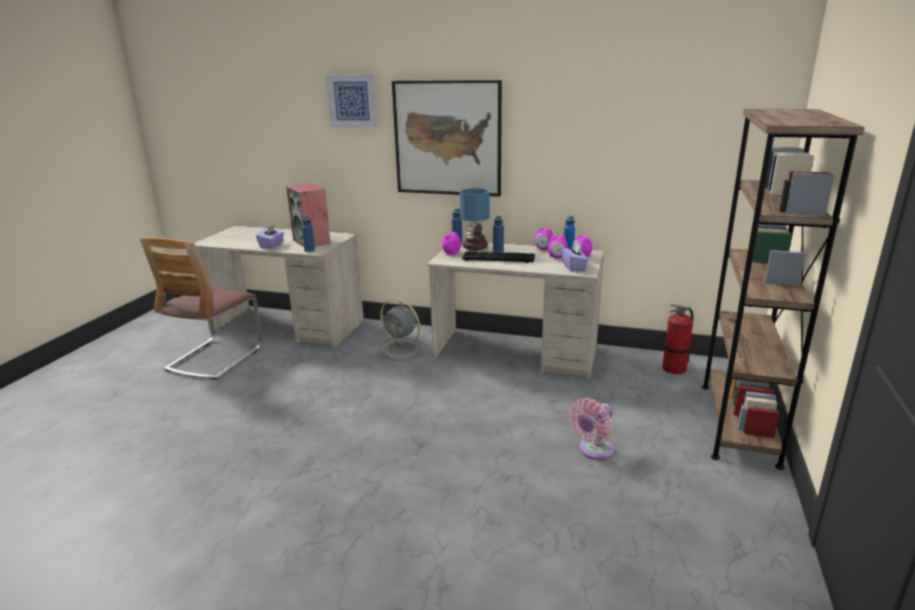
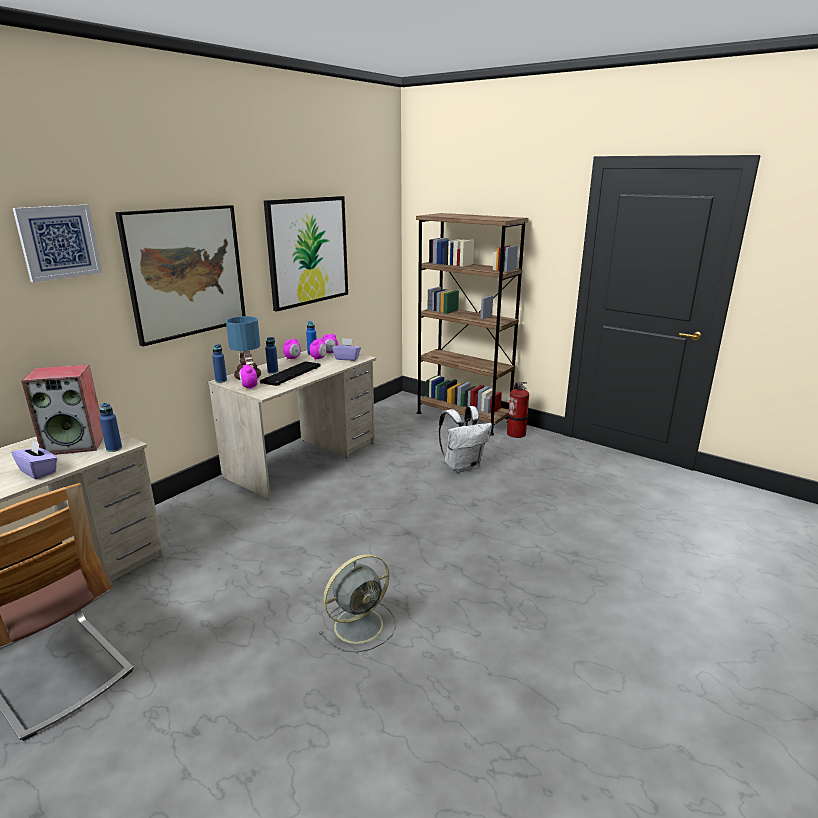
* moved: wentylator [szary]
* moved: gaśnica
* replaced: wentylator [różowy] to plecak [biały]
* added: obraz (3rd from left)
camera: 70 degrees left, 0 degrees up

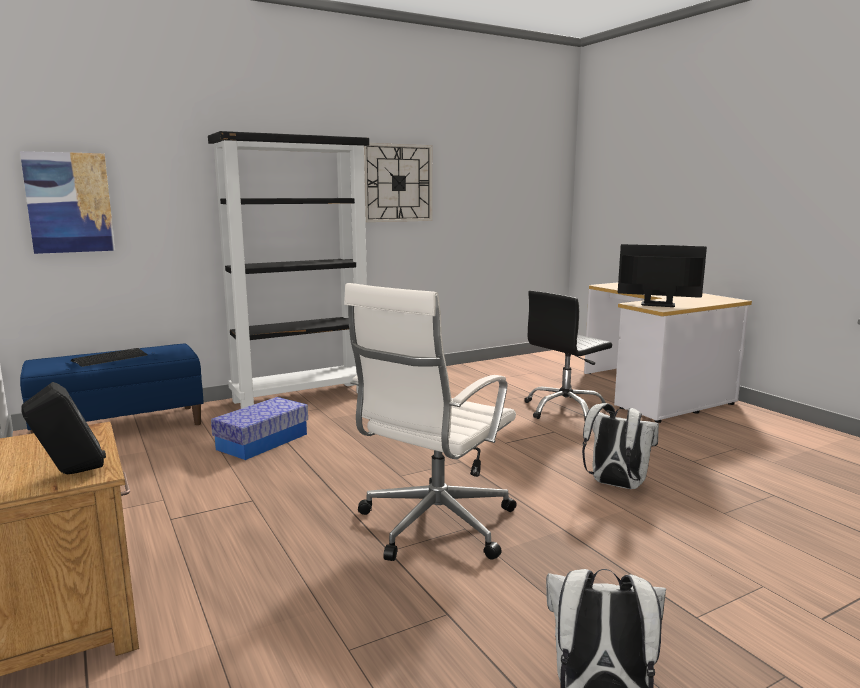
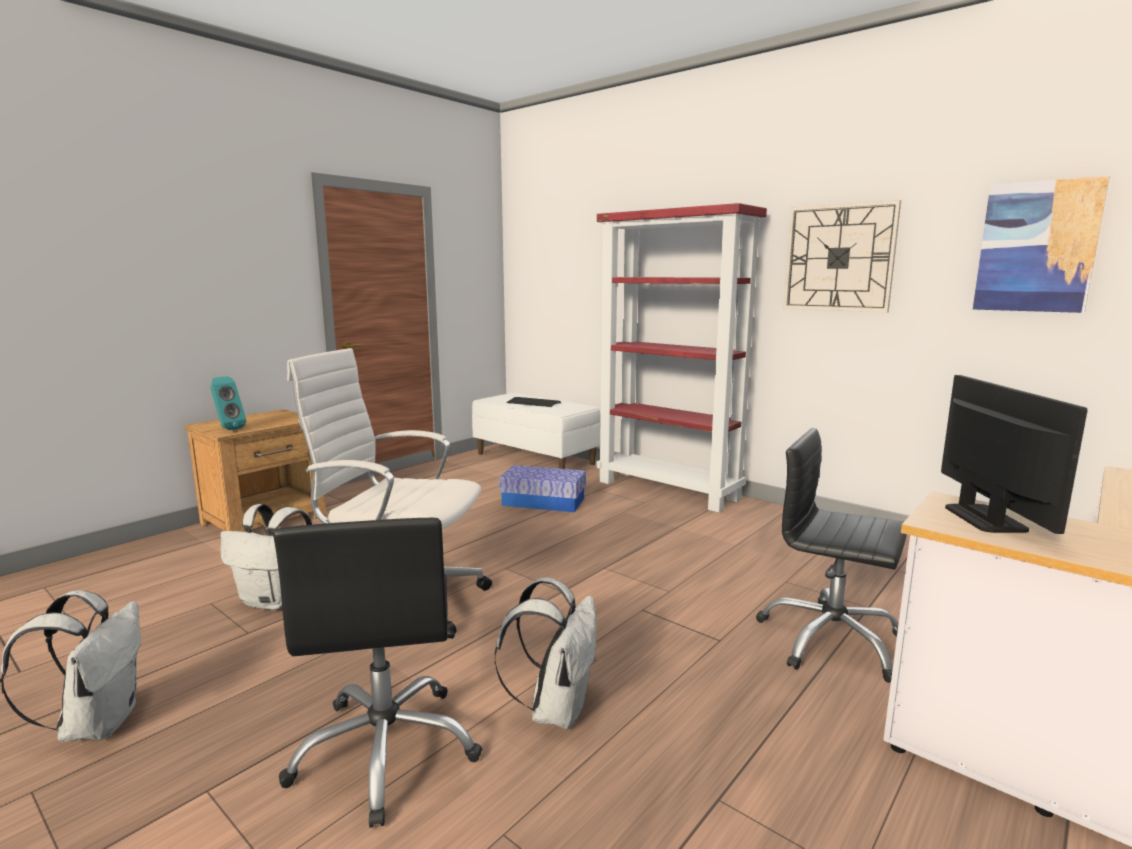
* recoloured: regał [czarny] to regał [czerwony]
* moved: obraz
* recoloured: ławka [niebieski] to ławka [biały]
* recoloured: głośnik [czarny] to głośnik [turkusowy]
* added: plecak [biały] (2nd from left)
* added: krzesło biurowe [czarny] (1st from left)
camera: 70 degrees right, 0 degrees up

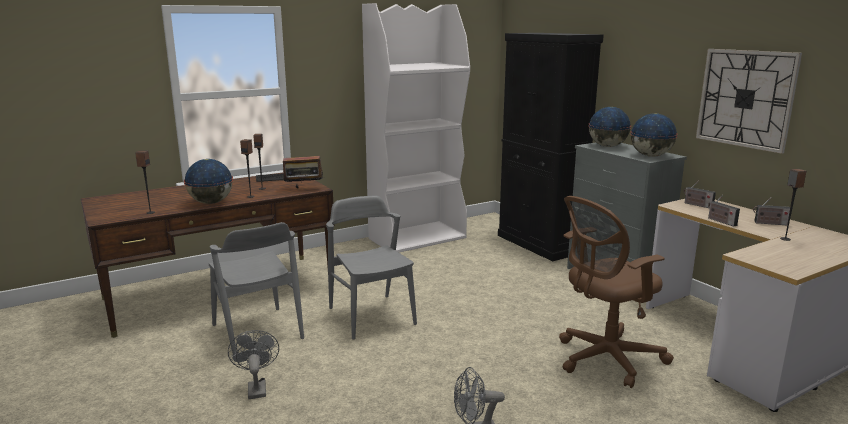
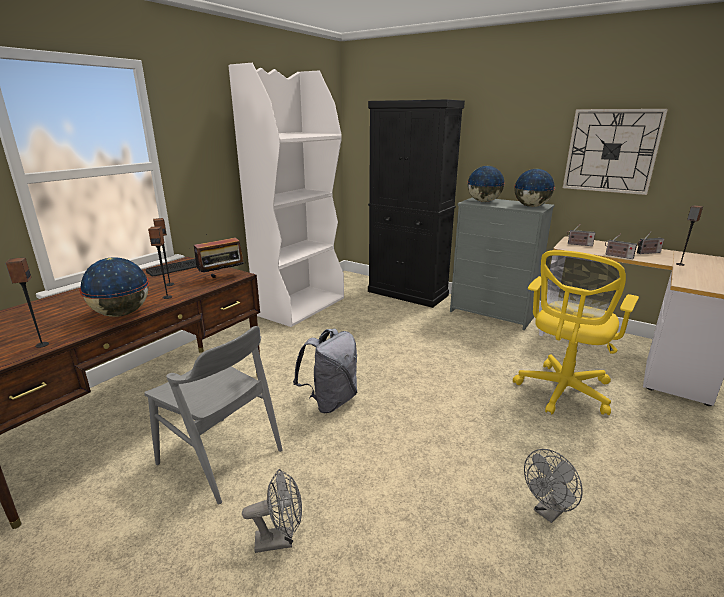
* replaced: krzesło [szary] (2nd from left) to plecak [szary]
* recoloured: krzesło biurowe [brązowy] to krzesło biurowe [żółty]
* turned: wentylator [szary] (1st from left) 120 degrees clockwise
camera: 25 degrees left, 5 degrees up

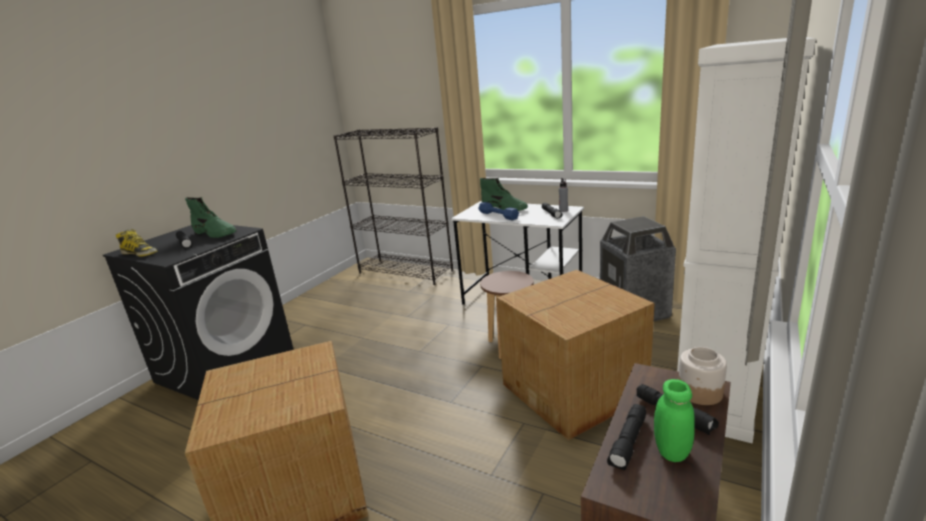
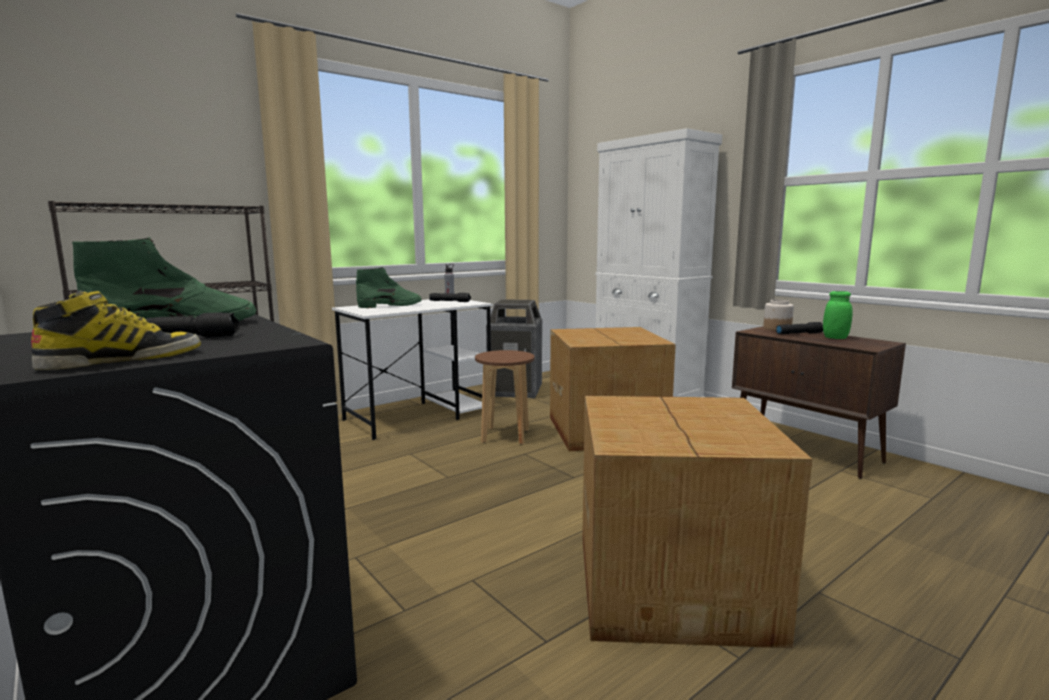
* removed: hantel [niebieski]
* removed: latarka [czarny] (3rd from left)
camera: 70 degrees left, 10 degrees down

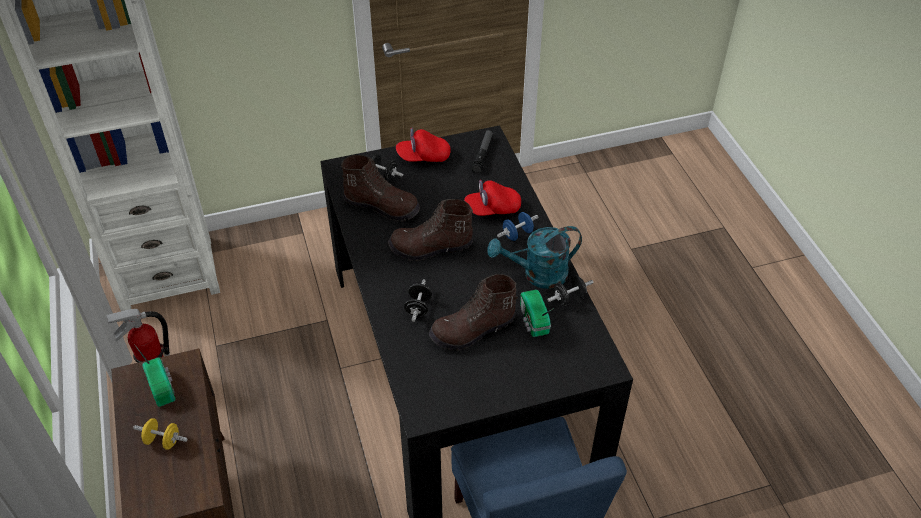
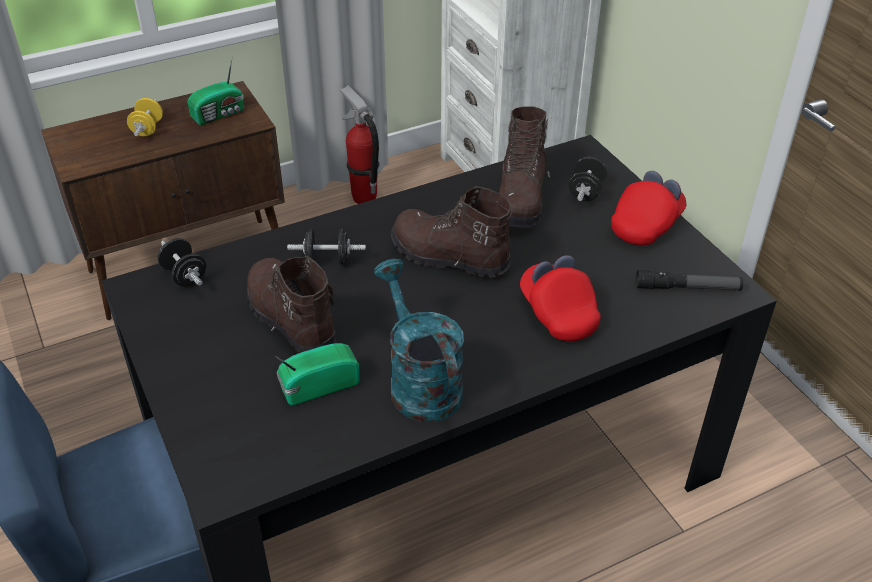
* turned: czapka z daszkiem [czerwony] (1st from left in the first image) 60 degrees clockwise
* turned: but z cholewką [brązowy] (2nd from left) 45 degrees counterclockwise
* removed: hantel [niebieski]
* moved: hantel [czarny] (3rd from left in the first image) to hantel [czarny] (1st from left)
camera: 80 degrees right, 5 degrees down

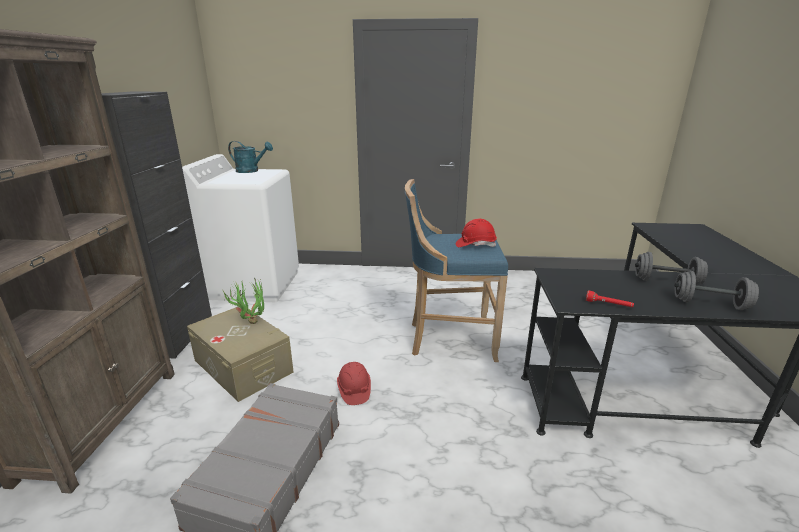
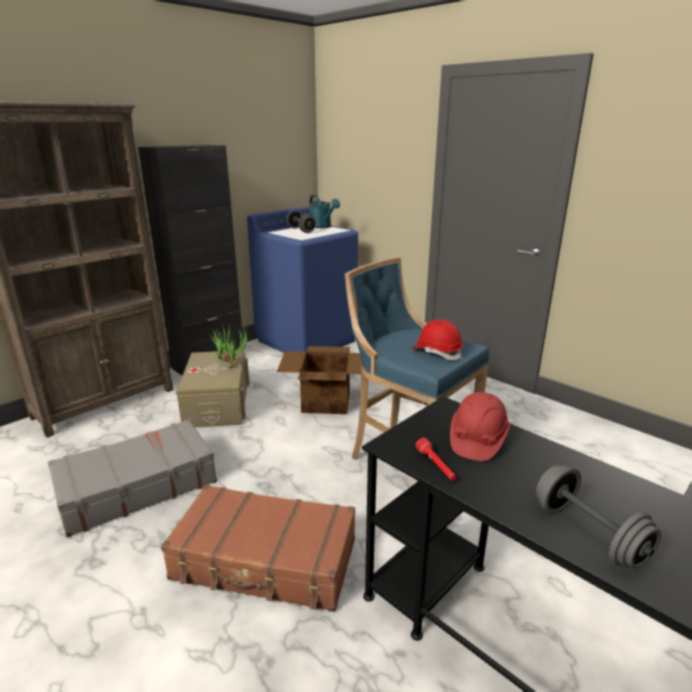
* recoloured: pralka [biały] to pralka [niebieski]
* moved: hantel [szary] (1st from left)
* moved: kask [czerwony] (1st from left in the first image) to kask [czerwony] (2nd from left)
* added: karton
* added: walizka [brązowy]
camera: 40 degrees right, 0 degrees up

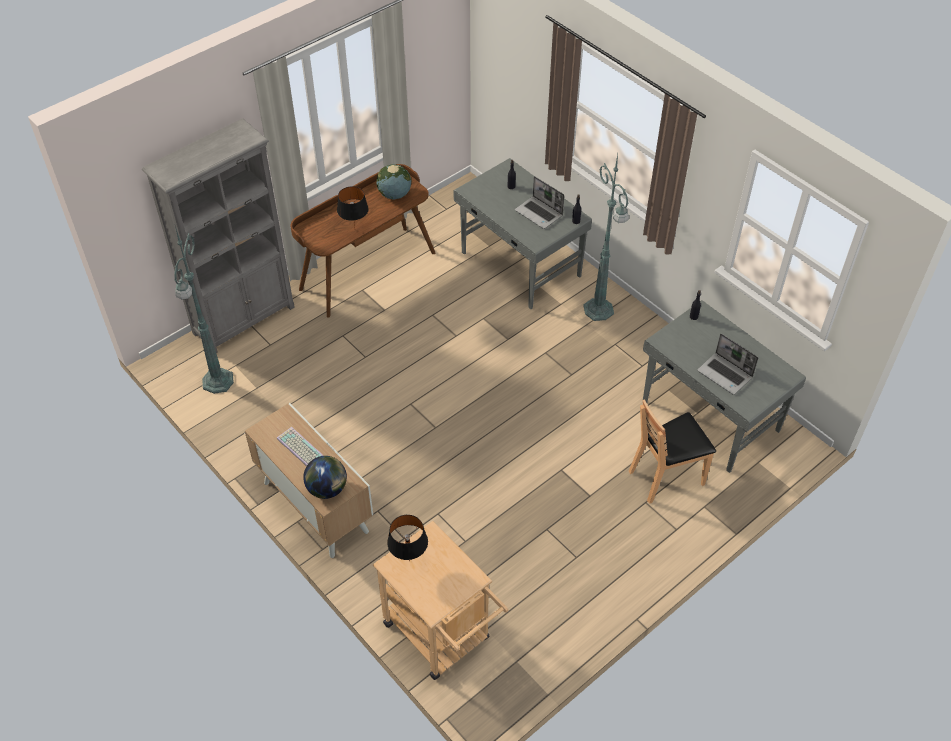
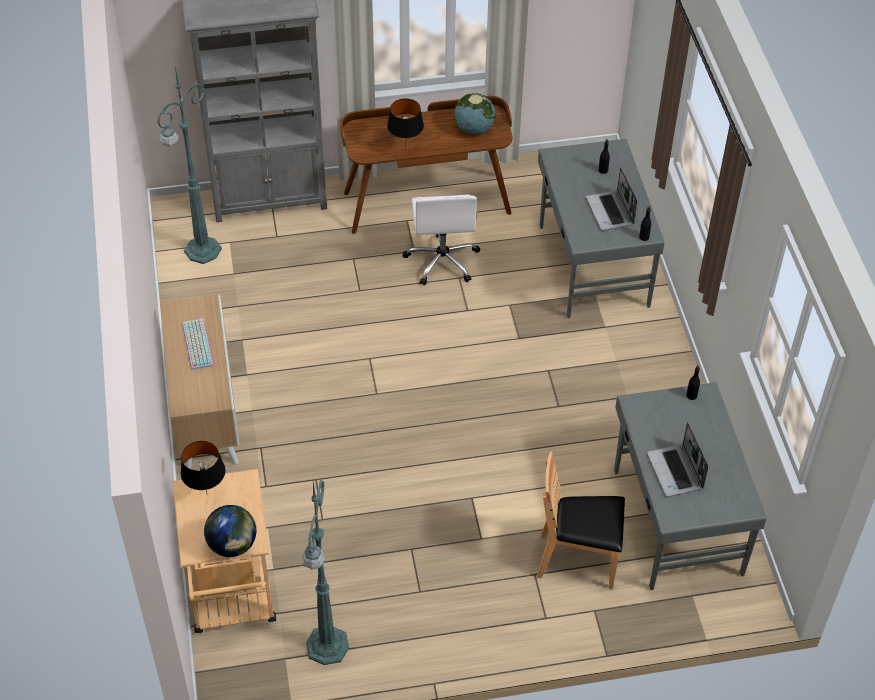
* moved: lampa stojąca [zielony] (2nd from left)
* moved: globus (1st from left)
* added: krzesło biurowe [biały]
camera: 30 degrees right, 0 degrees up

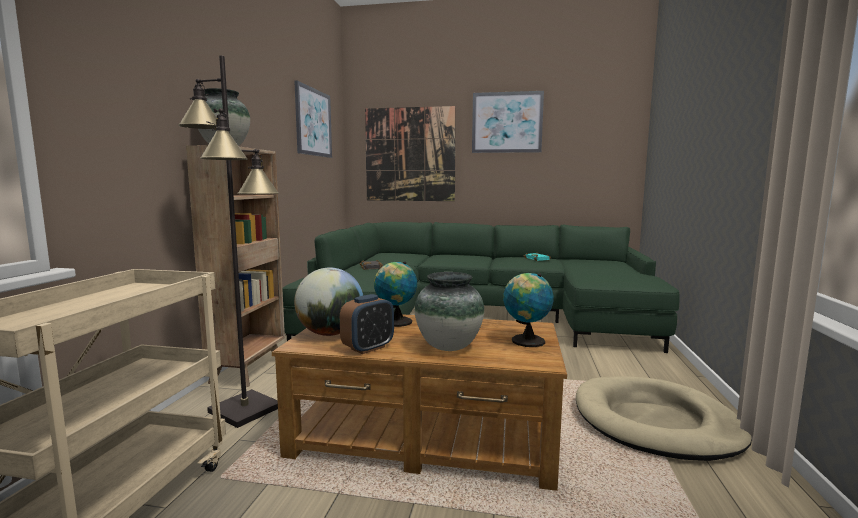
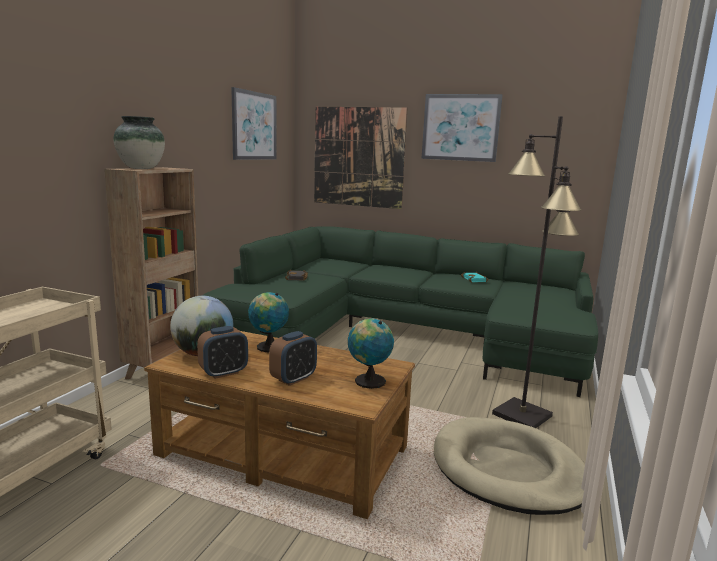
* moved: lampa stojąca [czarny]
* replaced: wazon (2nd from left) to budzik (2nd from left)
camera: 10 degrees right, 5 degrees up

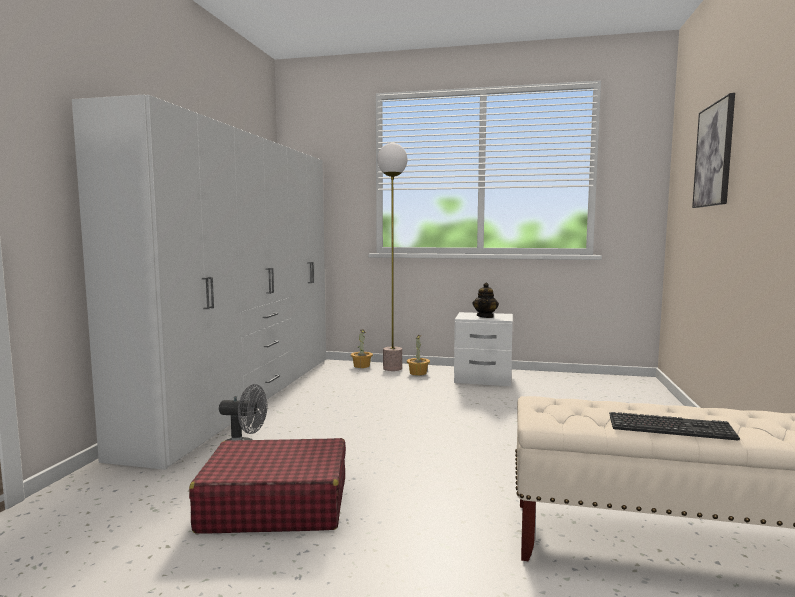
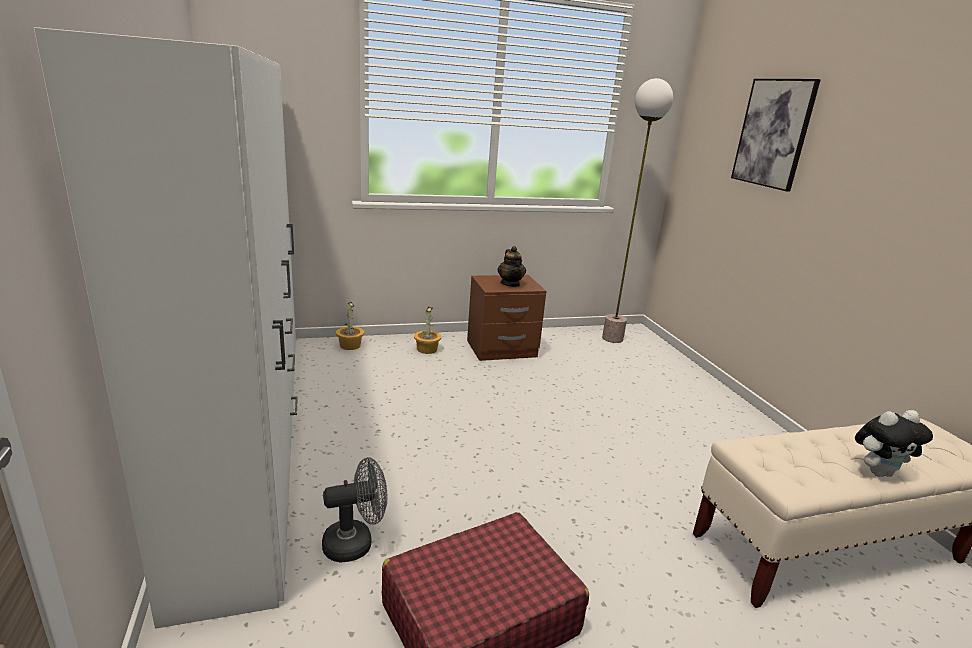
* moved: lampa stojąca
* recoloured: szafka nocna [biały] to szafka nocna [brązowy]
* replaced: klawiatura to pluszak
camera: 30 degrees left, 15 degrees up

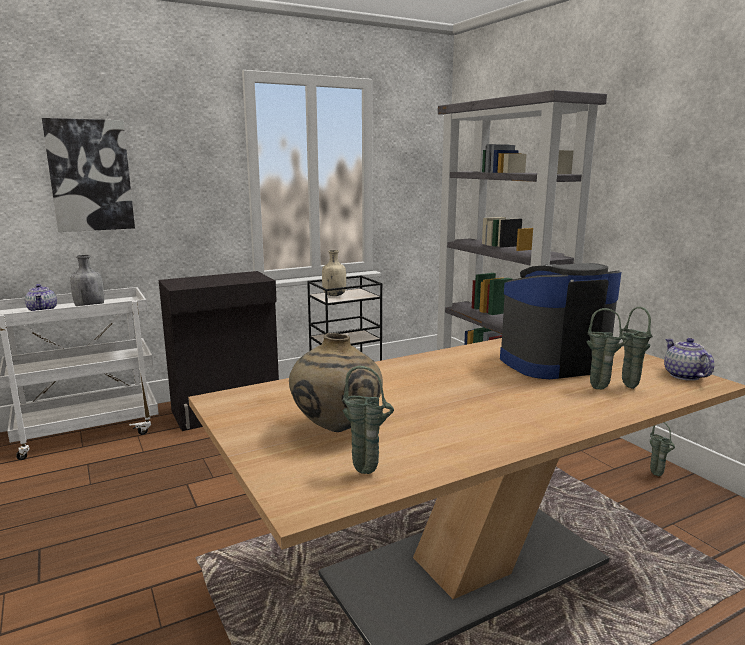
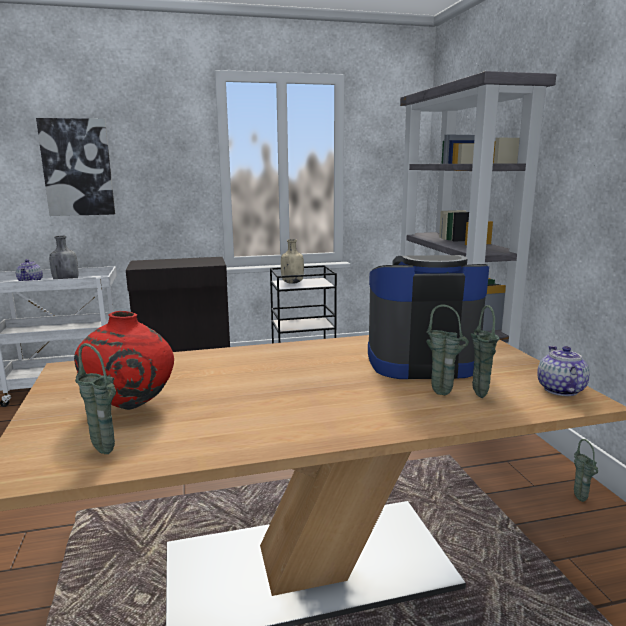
* recoloured: wazon [beżowy] to wazon [czerwony]
camera: 15 degrees right, 0 degrees up

